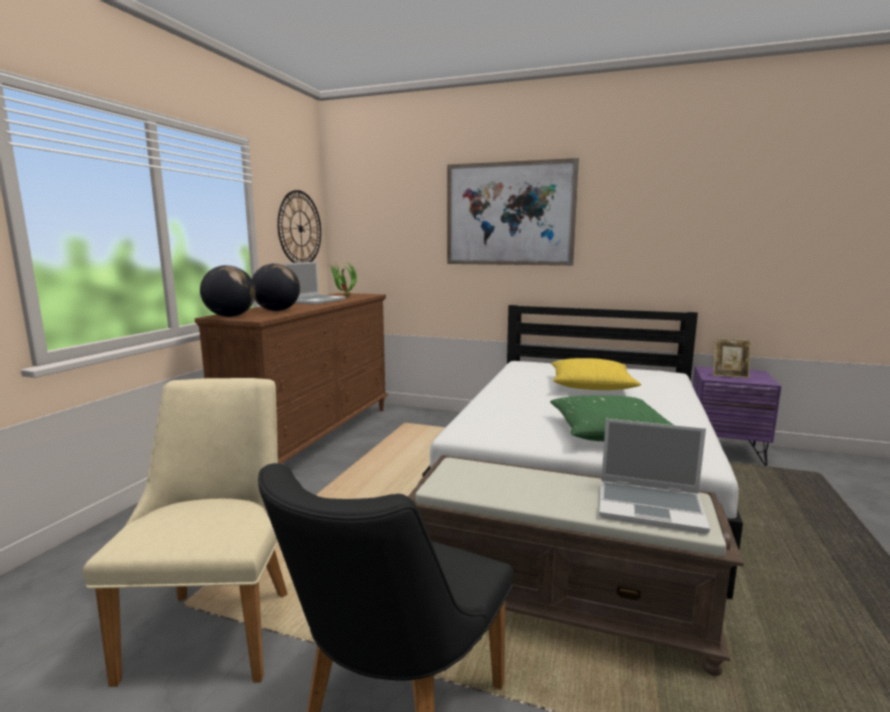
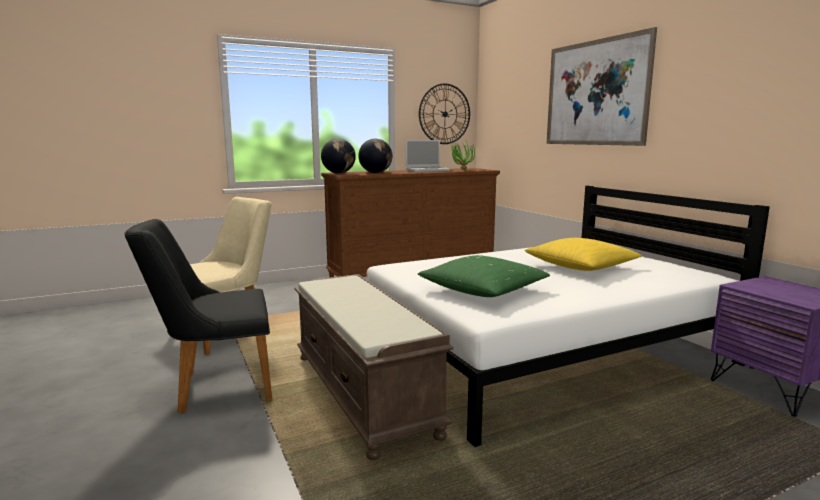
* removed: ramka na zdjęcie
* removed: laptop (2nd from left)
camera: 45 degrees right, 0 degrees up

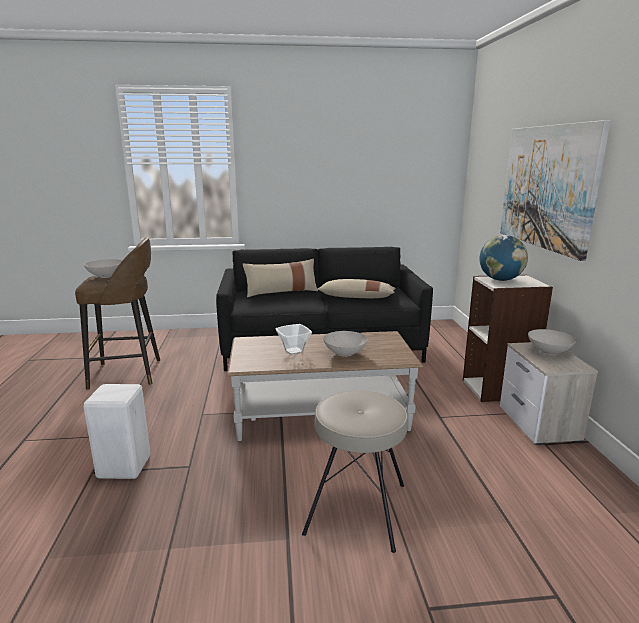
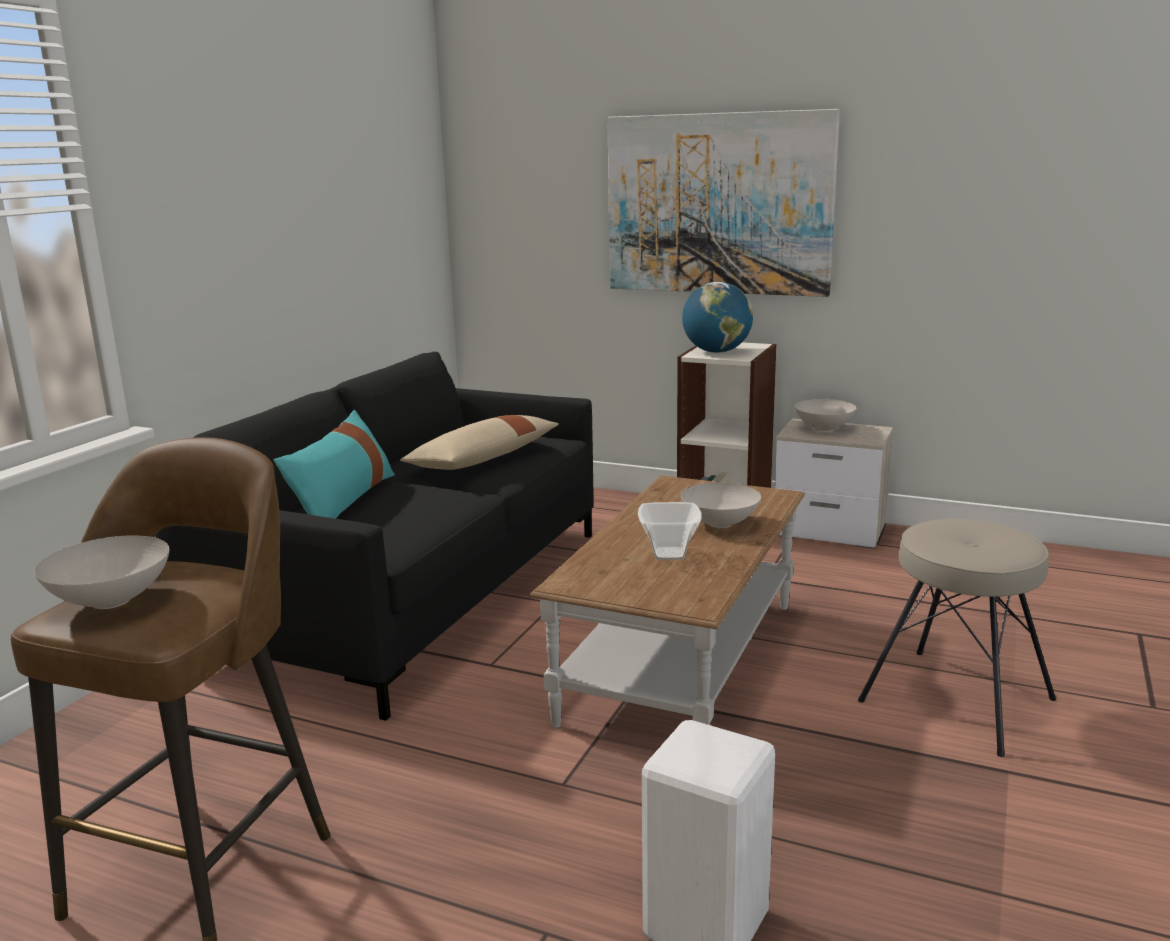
* recoloured: poduszka [beżowy] (1st from left) to poduszka [turkusowy]
camera: 60 degrees left, 0 degrees up

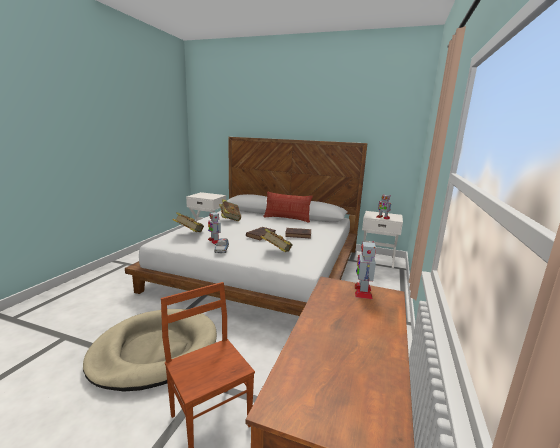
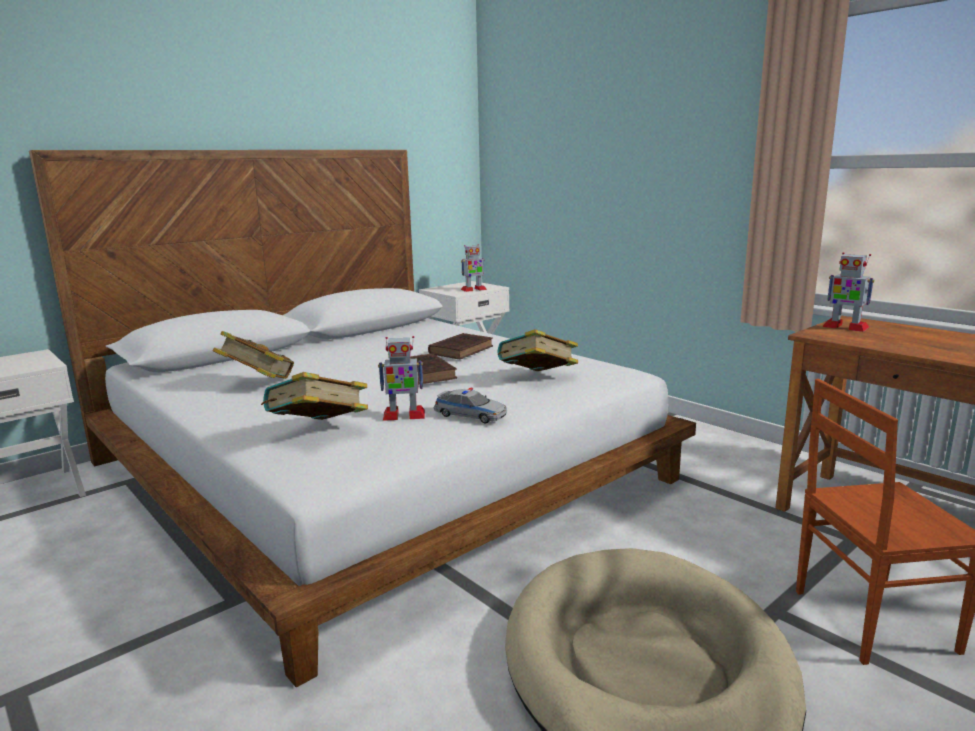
* removed: poduszka
camera: 60 degrees left, 0 degrees up

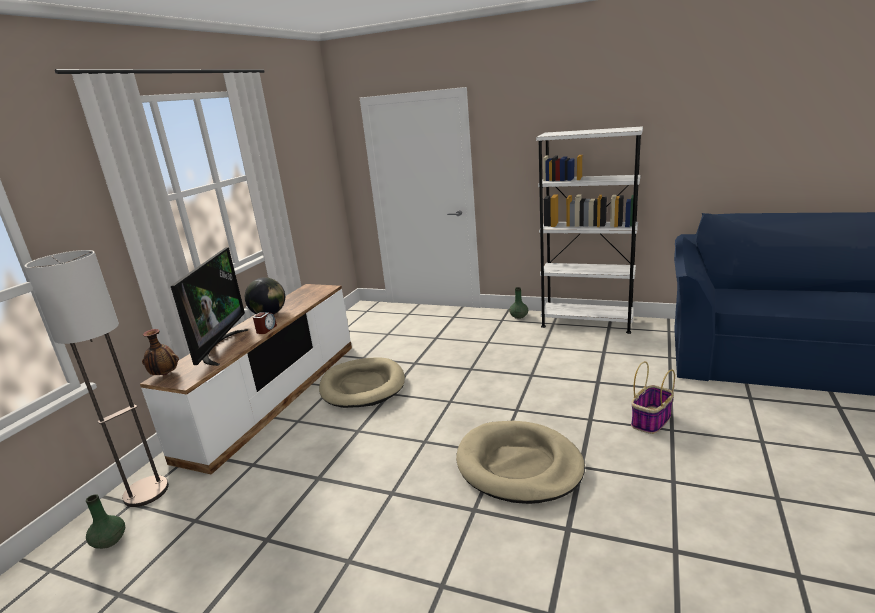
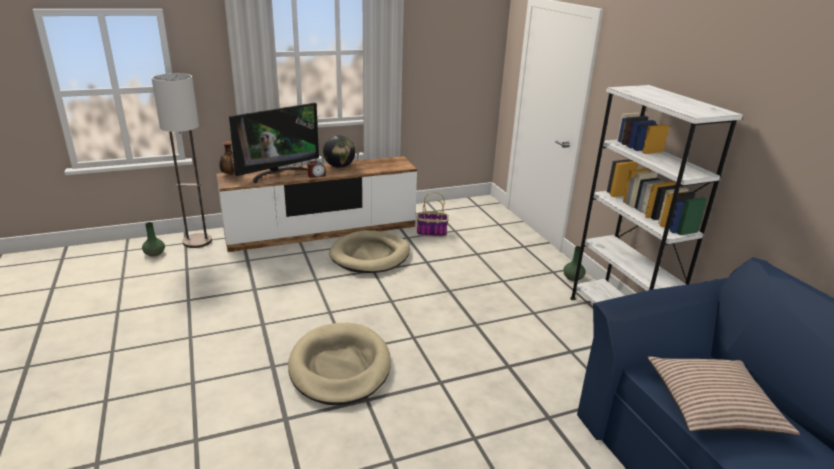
* moved: koszyk
* added: poduszka
camera: 45 degrees right, 5 degrees up

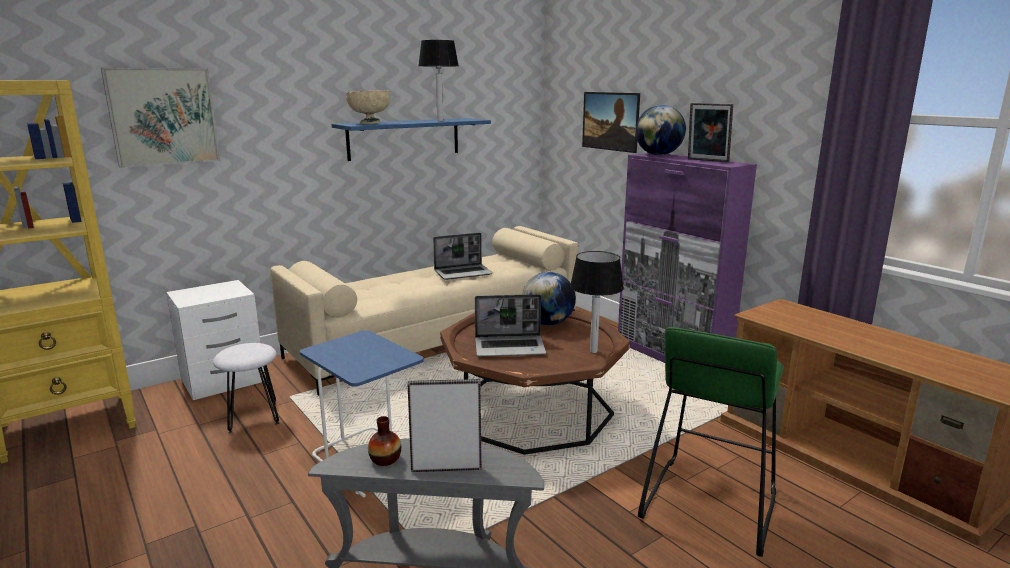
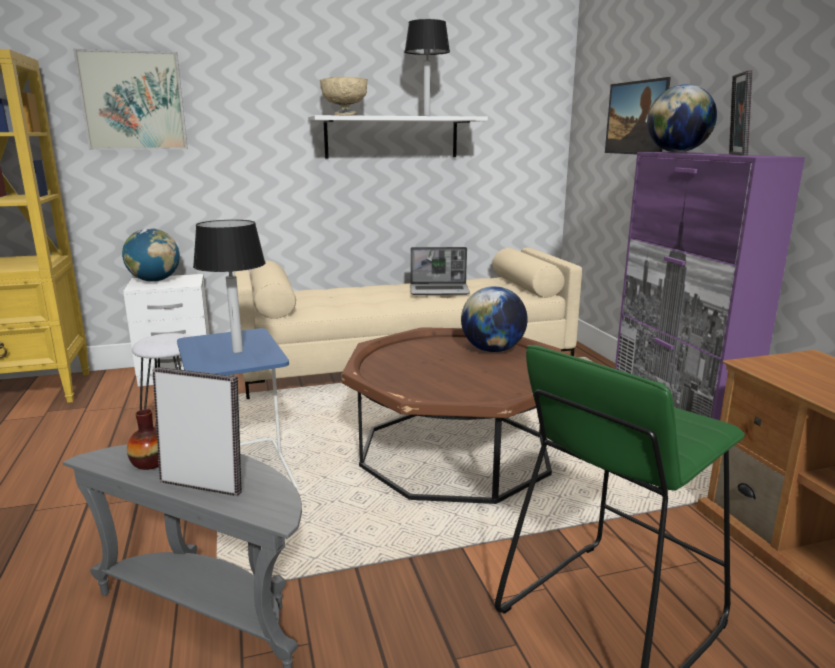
* turned: ramka na zdjęcie (2nd from left) 45 degrees clockwise
* recoloured: półka [niebieski] to półka [biały]
* moved: lampa stołowa (2nd from left in the first image) to lampa stołowa (1st from left)
* removed: laptop (2nd from left)
* added: globus (1st from left)
camera: 20 degrees right, 0 degrees up

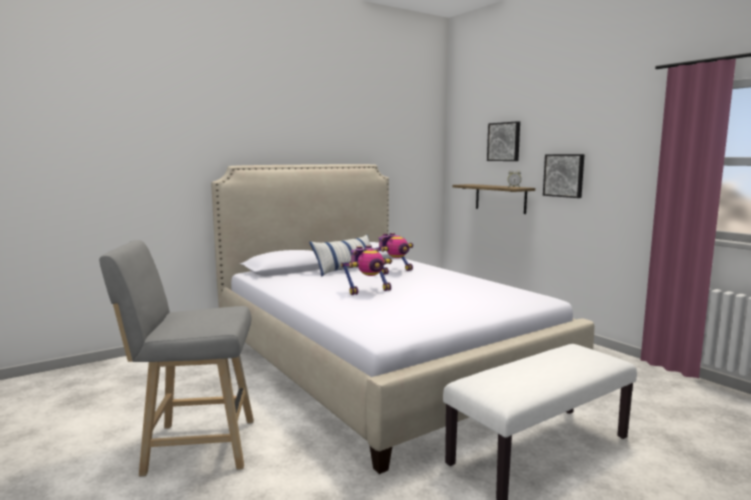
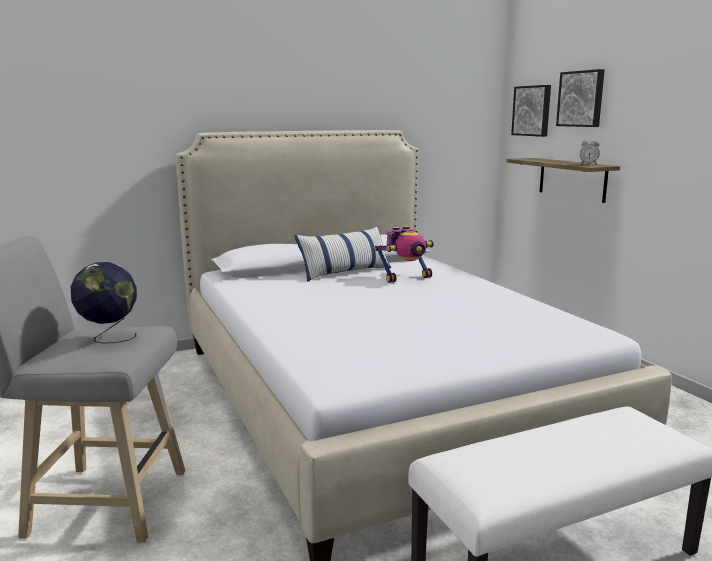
* moved: obraz (2nd from left in the first image) to obraz (1st from left)
* removed: robot zabawkowy (1st from left)
* added: globus
camera: 10 degrees right, 5 degrees up

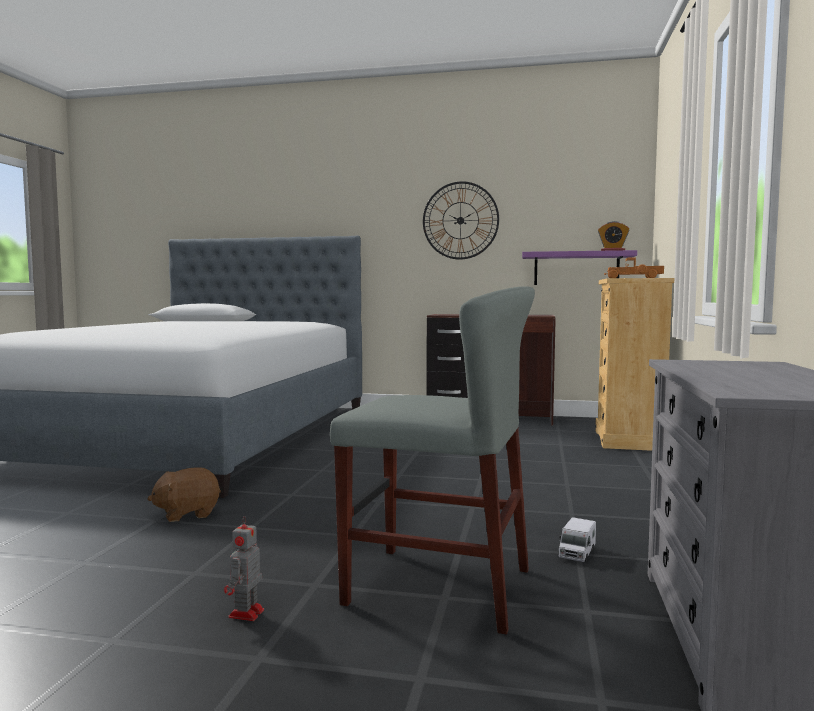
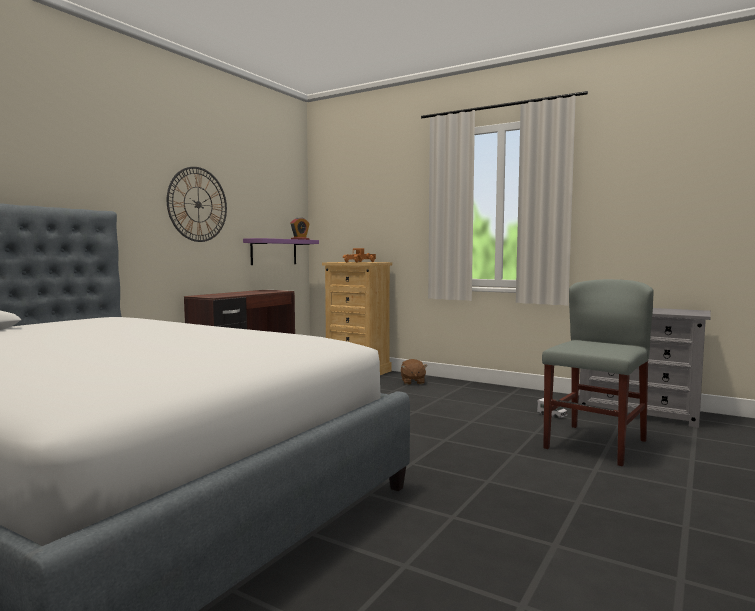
* moved: pluszak [brązowy]
* removed: robot zabawkowy
camera: 70 degrees left, 0 degrees up

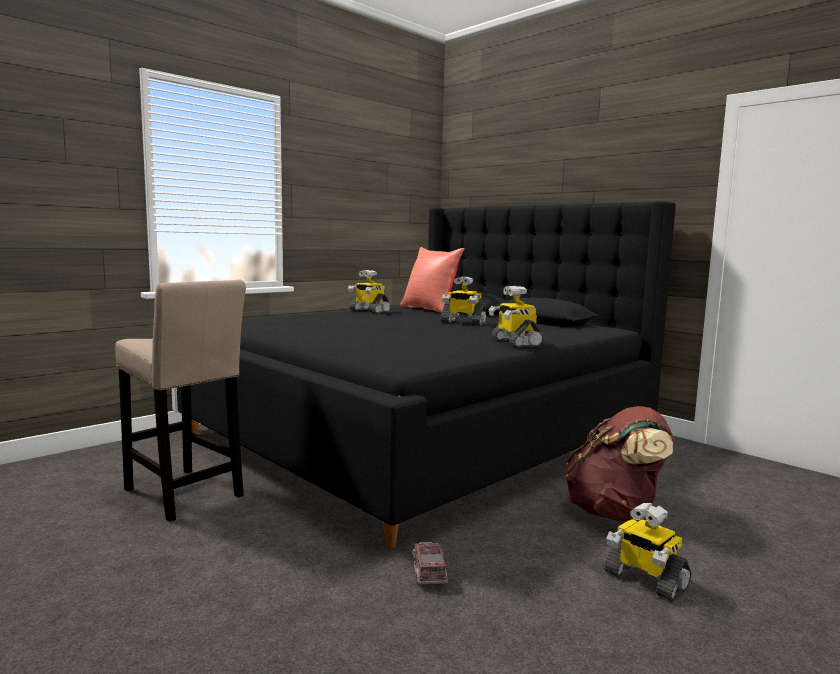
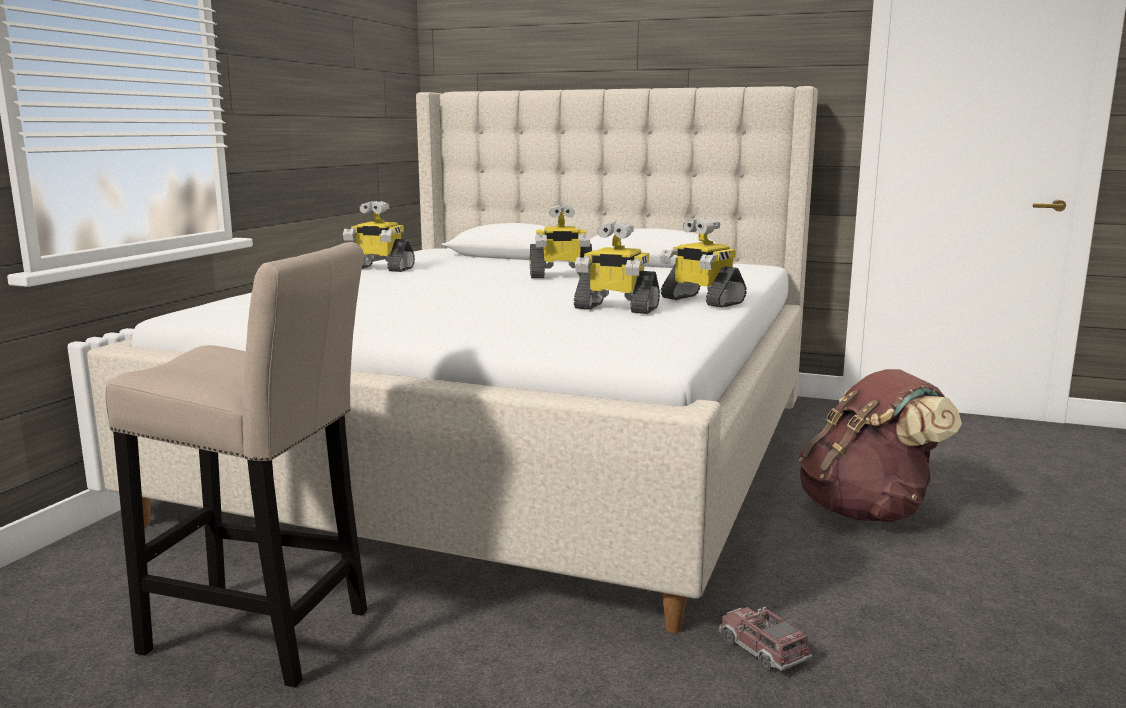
* recoloured: łóżko [czarny] to łóżko [beżowy]
* removed: poduszka [czerwony]
* moved: robot zabawkowy (4th from left in the first image) to robot zabawkowy (3rd from left)
camera: 25 degrees left, 5 degrees up

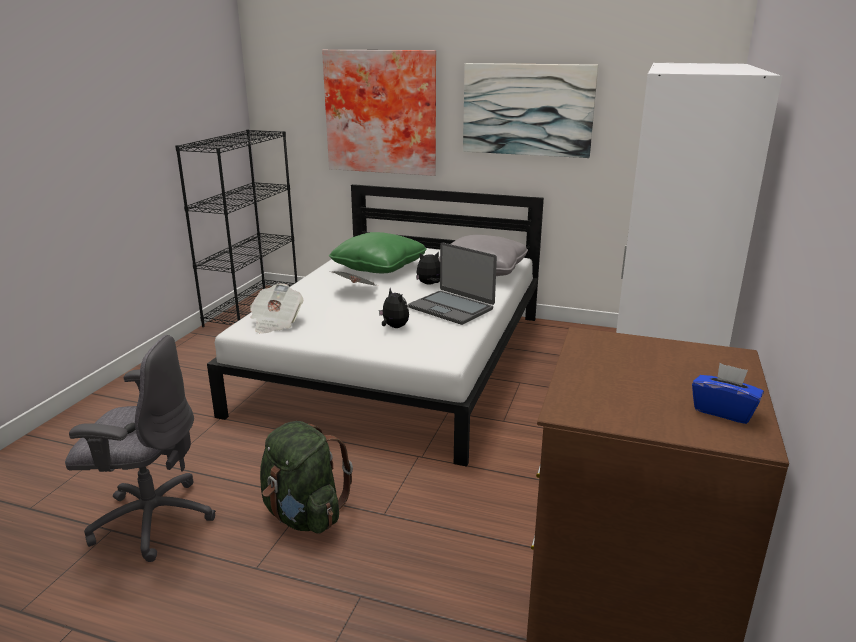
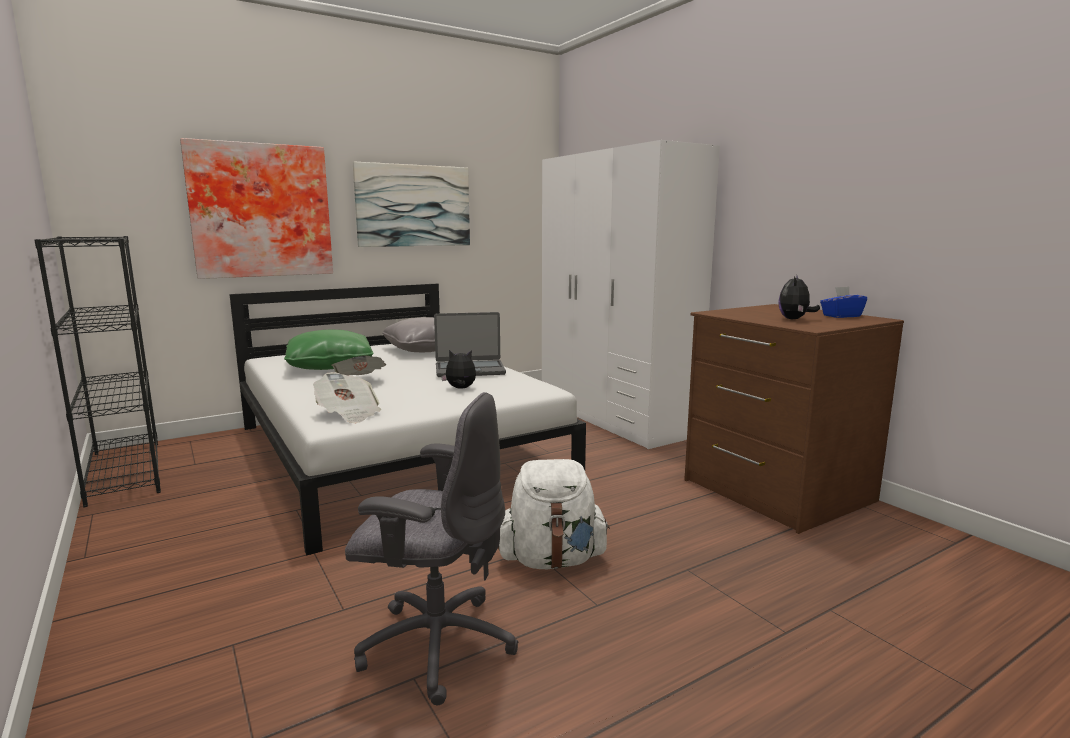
* moved: pluszak (2nd from left)
* turned: krzesło biurowe [szary] 60 degrees clockwise
* recoloured: plecak [zielony] to plecak [biały]
camera: 50 degrees left, 10 degrees down

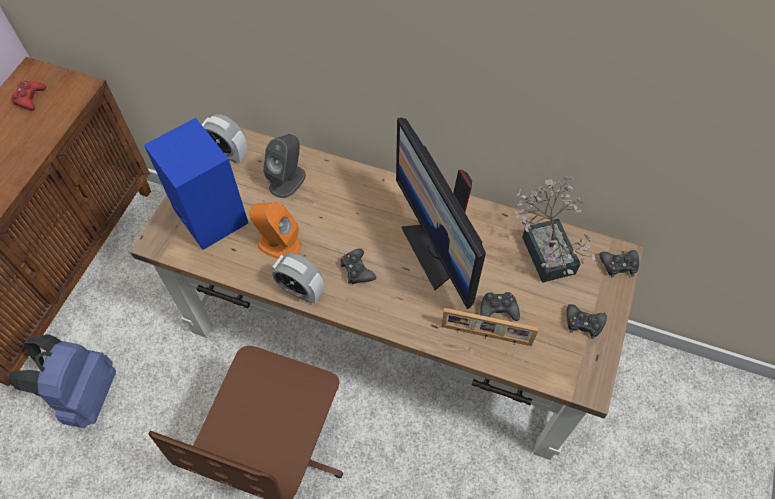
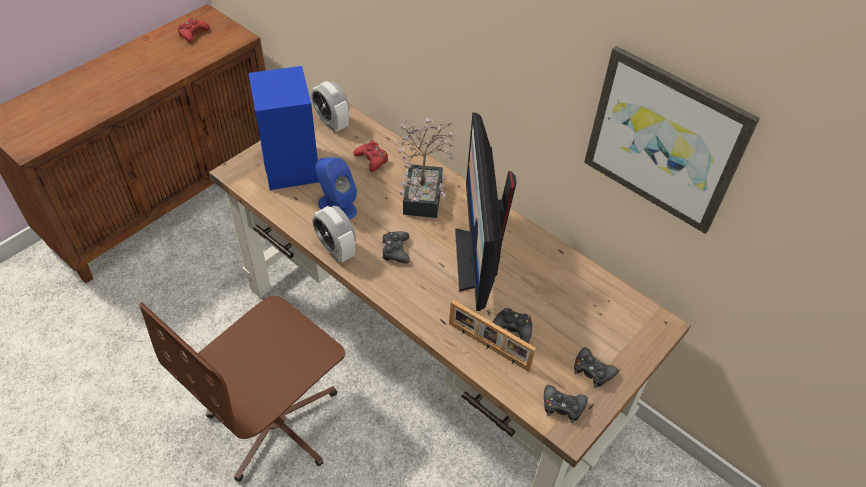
* replaced: głośnik [szary] to pad do gier [czerwony] (2nd from left)
* moved: roślina doniczkowa
* recoloured: głośnik [pomarańczowy] to głośnik [niebieski] (2nd from left)
* moved: pad do gier [czarny] (4th from left in the first image) to pad do gier [czarny] (3rd from left)
* removed: plecak [niebieski]
* added: obraz
camera: 20 degrees right, 10 degrees down

